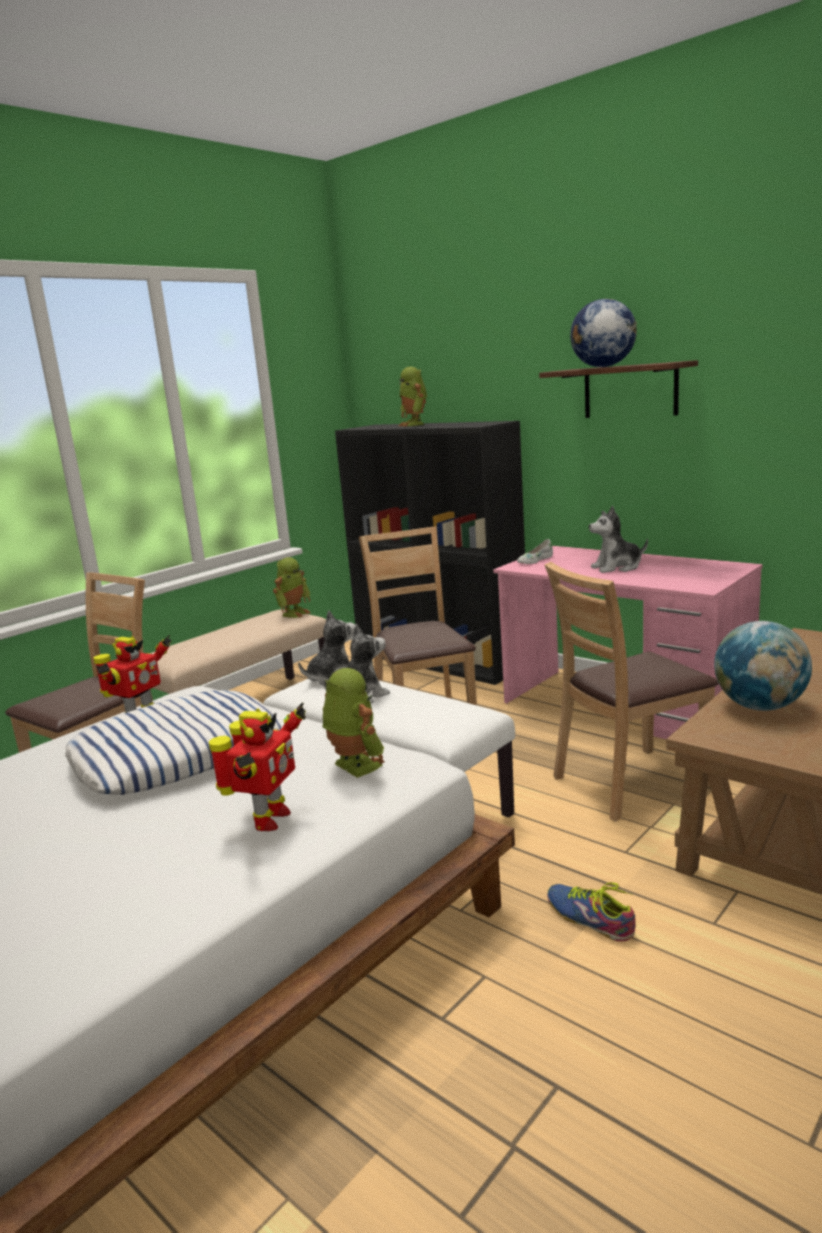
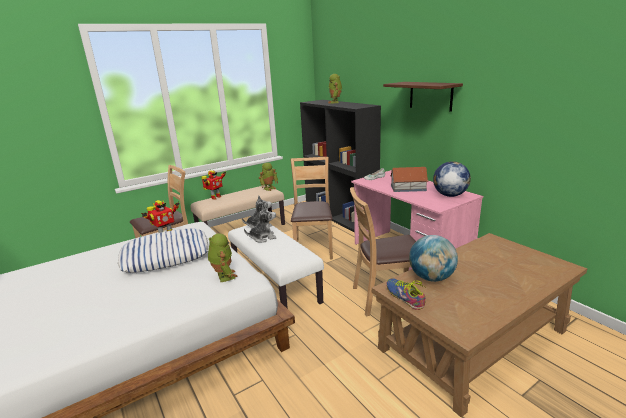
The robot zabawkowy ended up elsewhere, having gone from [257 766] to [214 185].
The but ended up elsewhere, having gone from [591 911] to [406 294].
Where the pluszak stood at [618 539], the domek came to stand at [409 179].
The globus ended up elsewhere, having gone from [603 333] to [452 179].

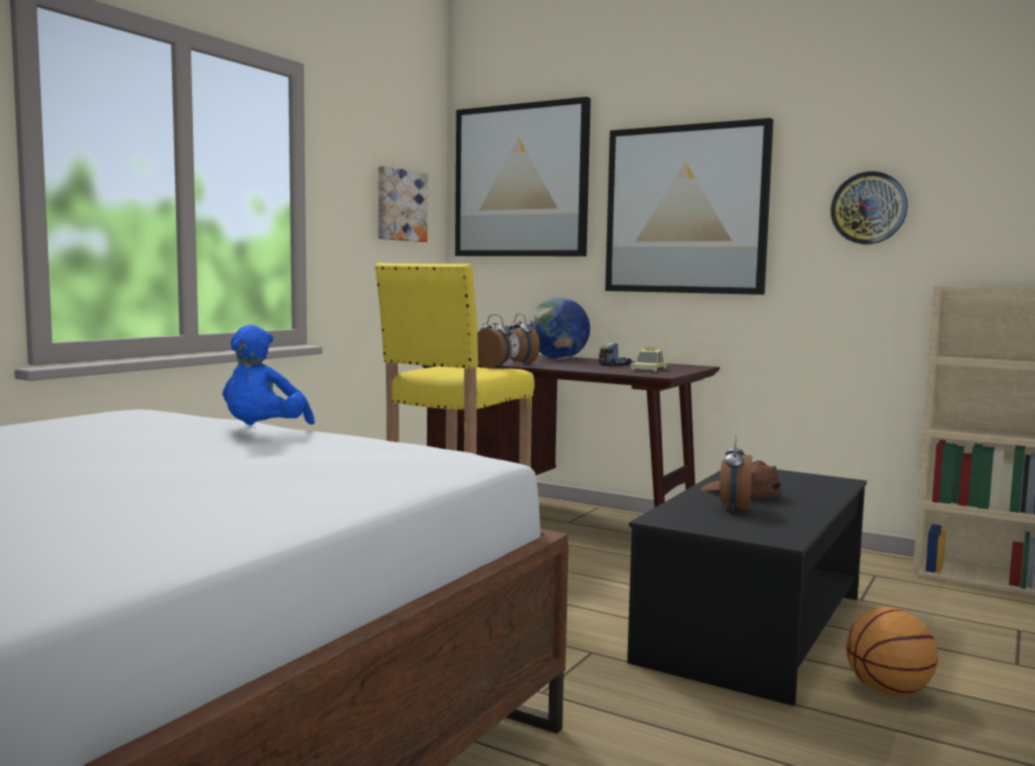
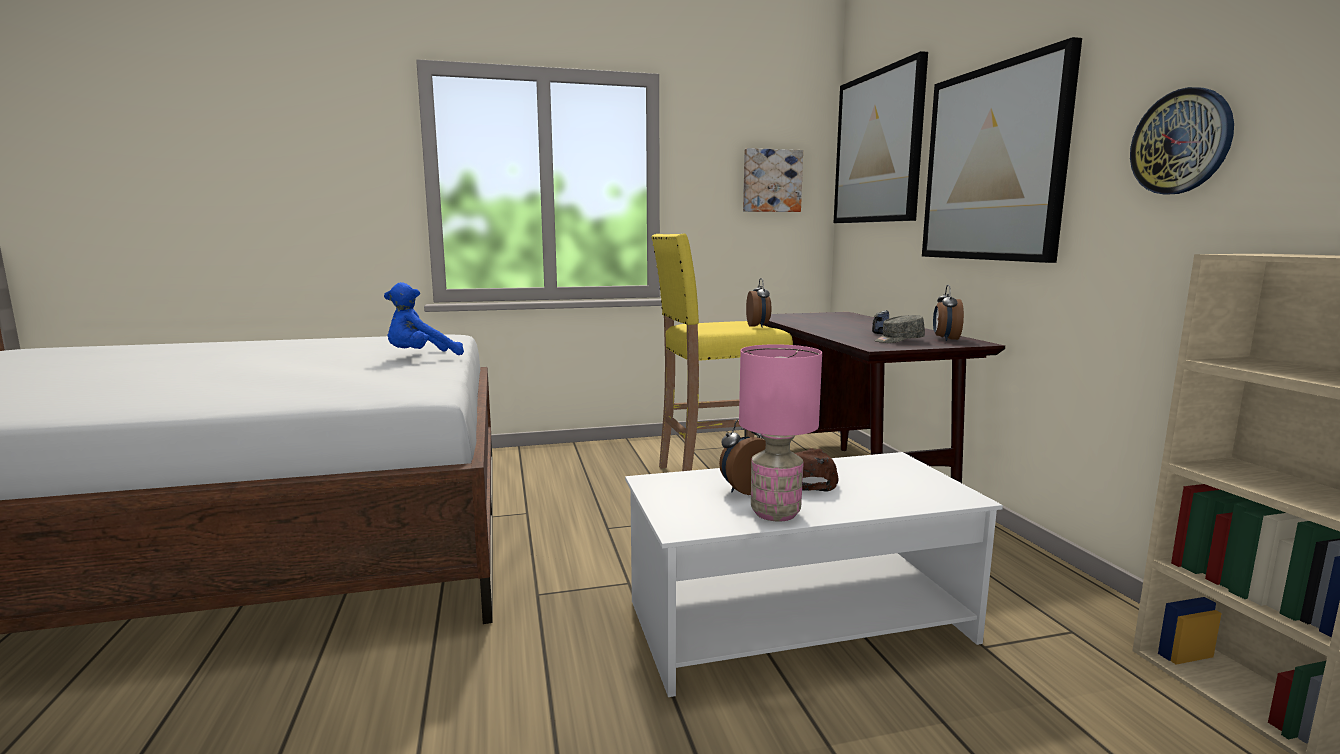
What was the ława/czarny at [747 587] turned into the ława/biały at [814 574].
The second view gained the lampa stołowa/różowy at [780 433].
Where the samochodzik stood at [649 359], the czapka z daszkiem/szary came to stand at [900 329].
The budzik ended up elsewhere, having gone from [523 339] to [948 313].
The second view lost the globus at [559 328].
The second view lost the piłka do koszykówki at [892 651].

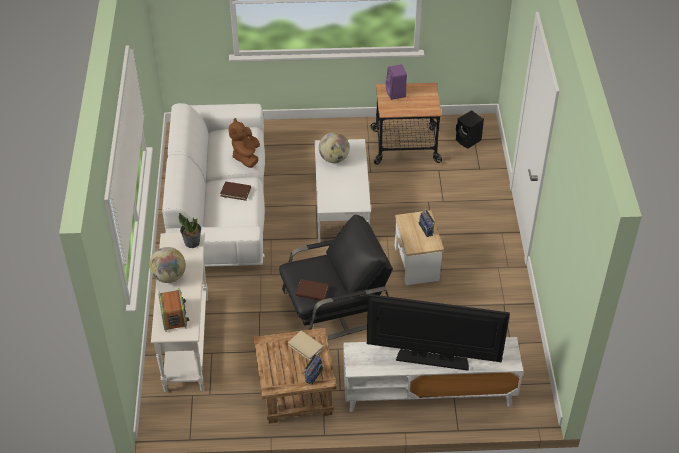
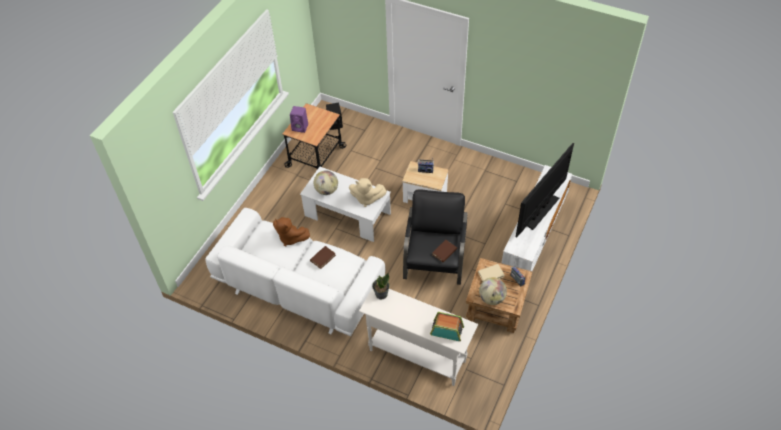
The second view gained the pluszak/beżowy at [368 192].
The globus ended up elsewhere, having gone from [167 265] to [493 291].

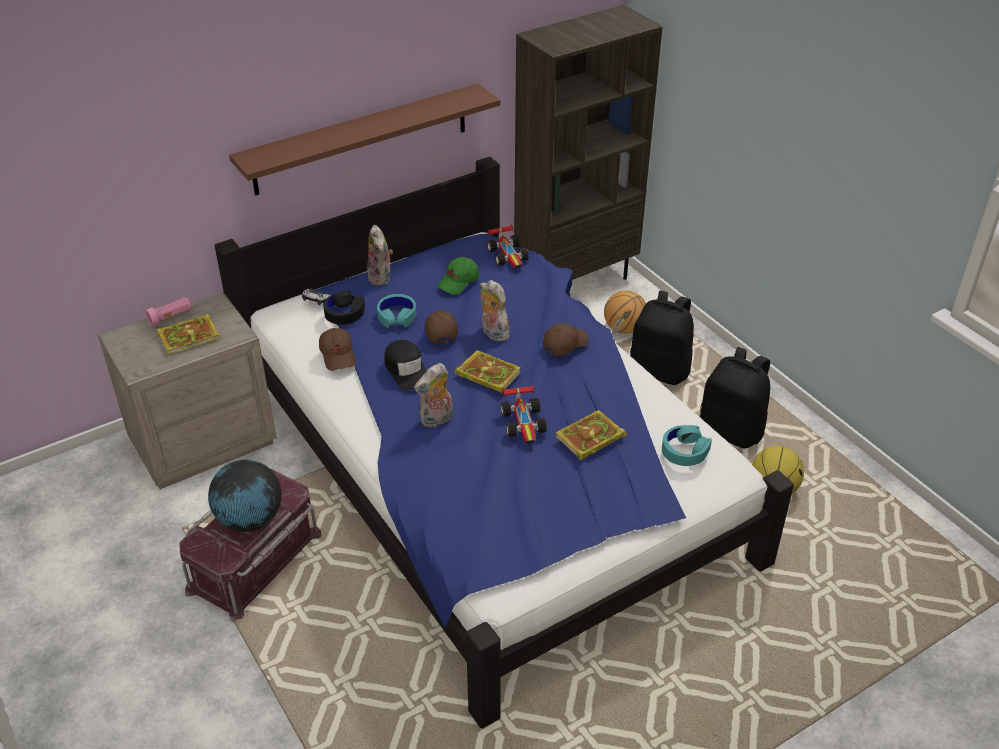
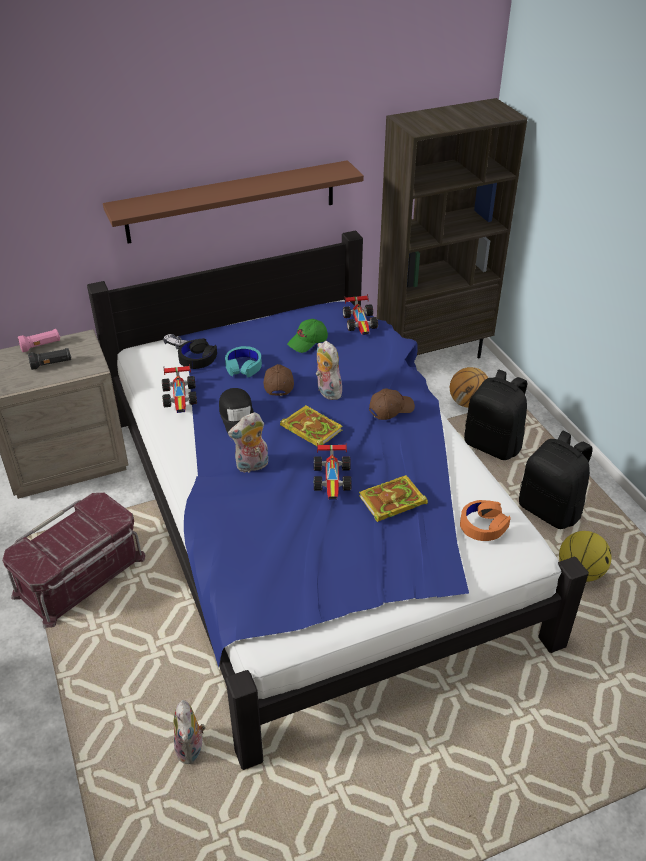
Where the książka stood at [188 334], the latarka/czarny came to stand at [49 359].
Where the czapka z daszkiem/brązowy stood at [337 349], the samochodzik came to stand at [179 388].
The pluszak ended up elsewhere, having gone from [380 255] to [190 732].
What was the słuchawki/turkusowy at [687 445] turned into the słuchawki/pomarańczowy at [485 520].
The second view lost the globus at [245 496].

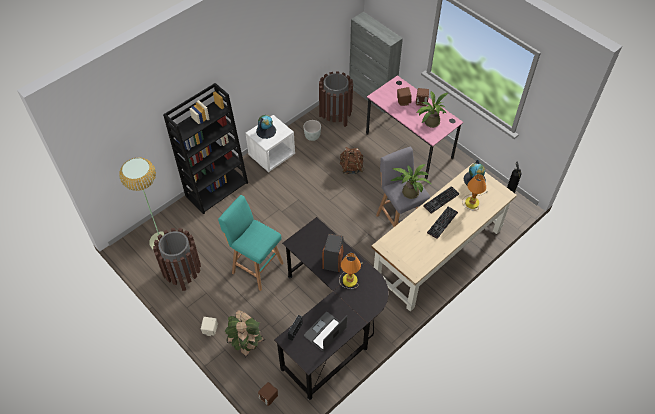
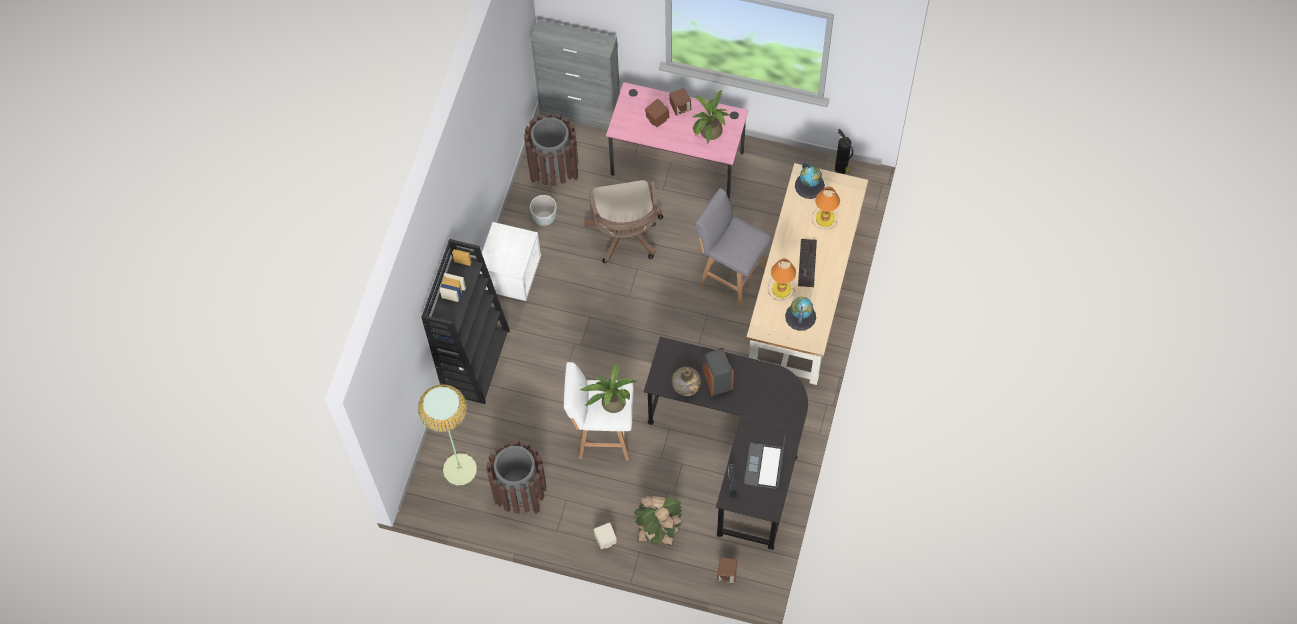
What was the stołek/turkusowy at [251 243] turned into the stołek/biały at [599 411].
The roślina doniczkowa ended up elsewhere, having gone from [411 181] to [608 388].
Where the plecak/brązowy stood at [352 160], the krzesło biurowe/brązowy came to stand at [623 221].
The second view gained the butelka/zielony at [686 381].
The lampa stołowa ended up elsewhere, having gone from [350 271] to [782 279].
The globus ended up elsewhere, having gone from [266 127] to [800 314].
The second view lost the klawiatura at [441 200].

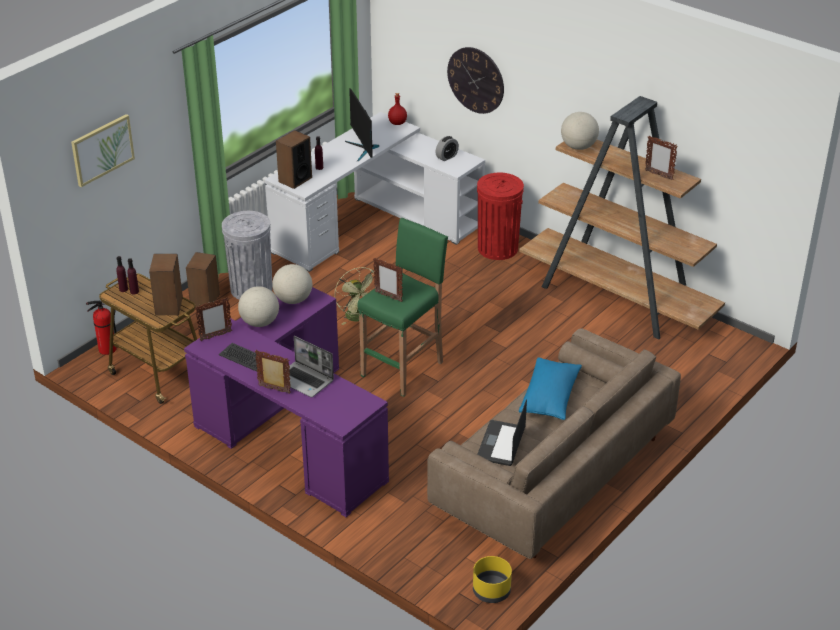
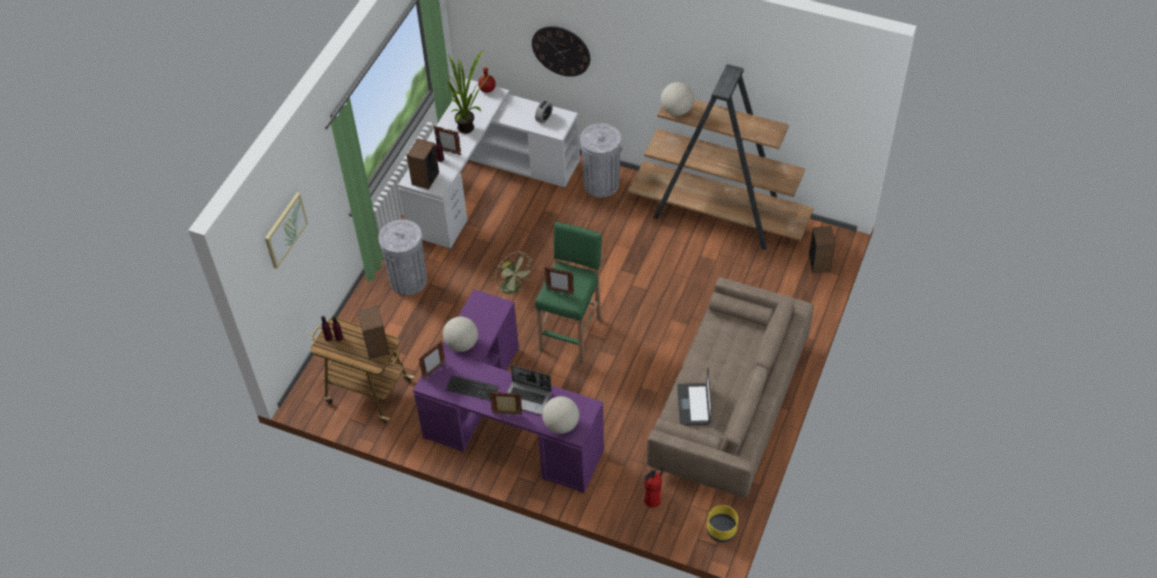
The ramka na zdjęcie ended up elsewhere, having gone from [661 158] to [447 140].
Where the monitor stood at [362 124], the roślina doniczkowa came to stand at [469 92].
The globus ended up elsewhere, having gone from [292 284] to [560 415].
What was the kosz na śmieci/czerwony at [500 216] turned into the kosz na śmieci/szary at [600 160].
The gaśnica ended up elsewhere, having gone from [101 328] to [653 487].
The głośnik ended up elsewhere, having gone from [203 280] to [822 249].
The second view lost the poduszka/niebieski at [550 389].

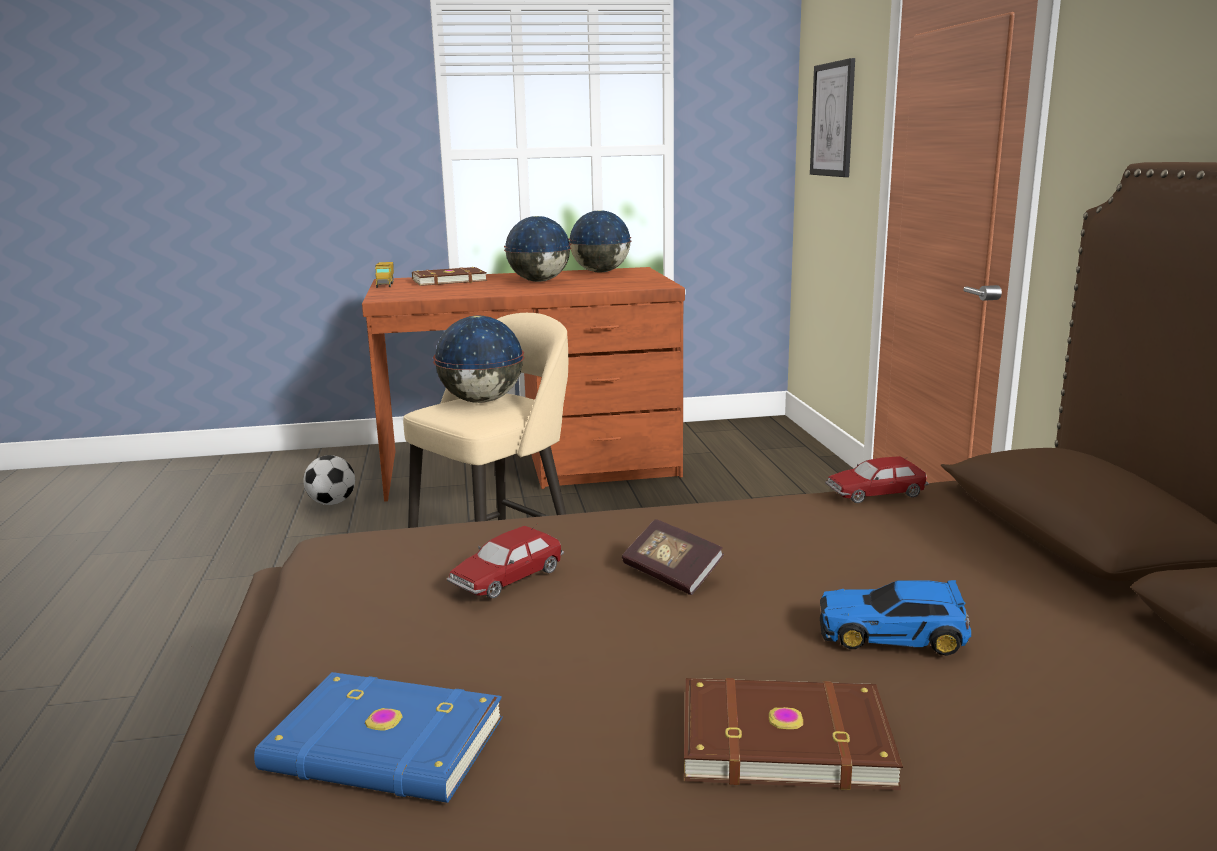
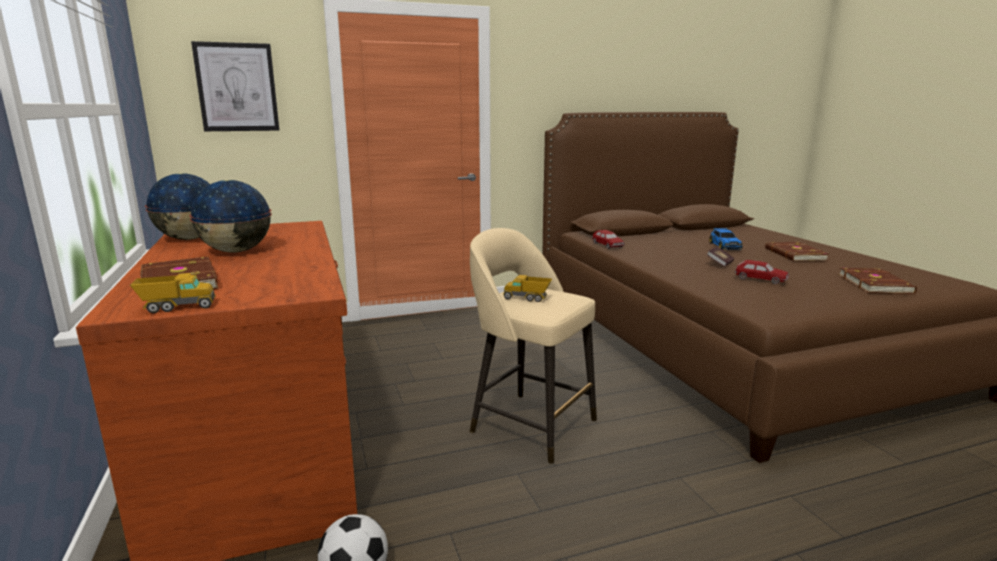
Where the globus stood at [478 359], the ciężarówka zabawkowa came to stand at [527 288].
What was the książka/niebieski at [378 737] turned into the książka/brązowy at [877 281].

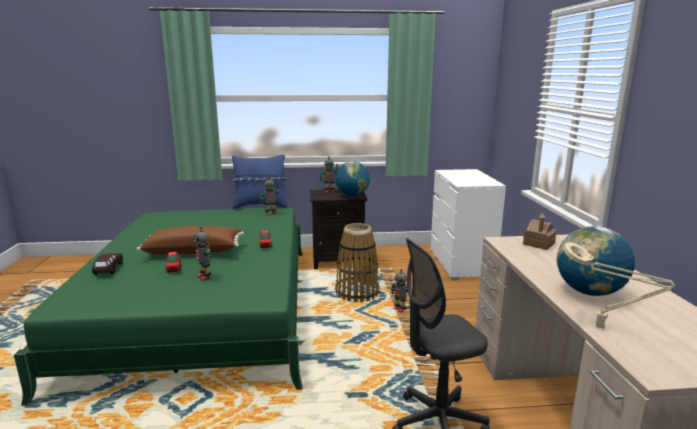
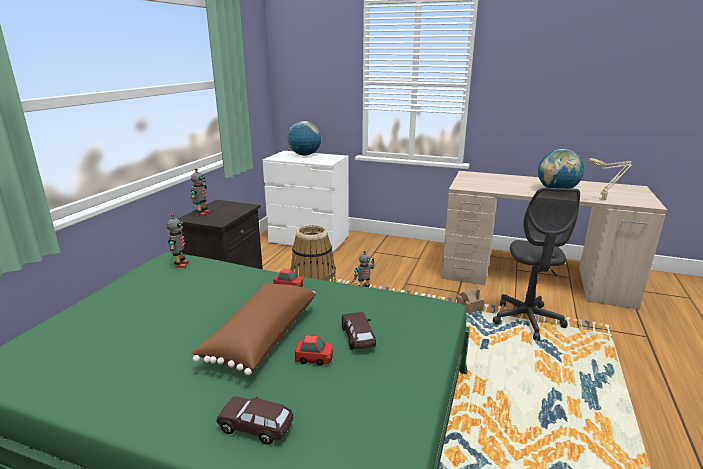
The globus ended up elsewhere, having gone from [352 178] to [304 138].
Where the robot zabawkowy stood at [202 254], the samochodzik/brązowy came to stand at [359 331].
The domek ended up elsewhere, having gone from [539 231] to [470 299].
The second view lost the poduszka/niebieski at [259 181].

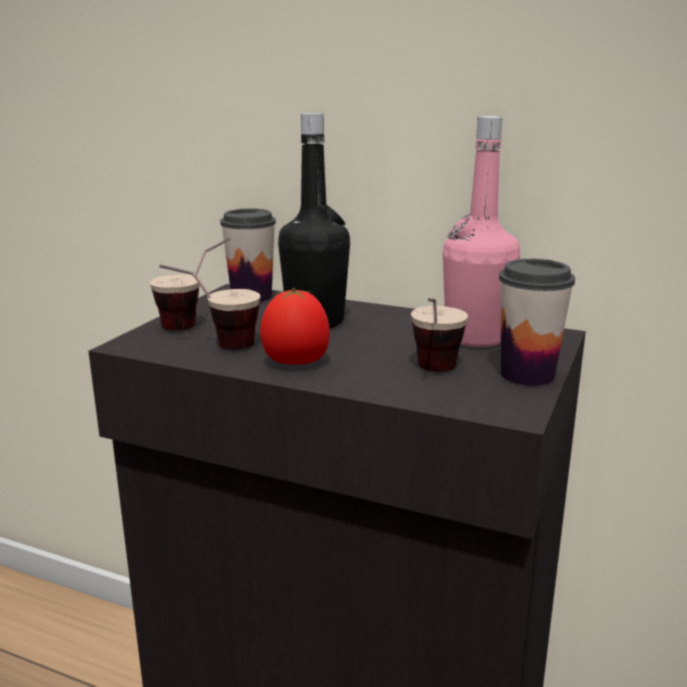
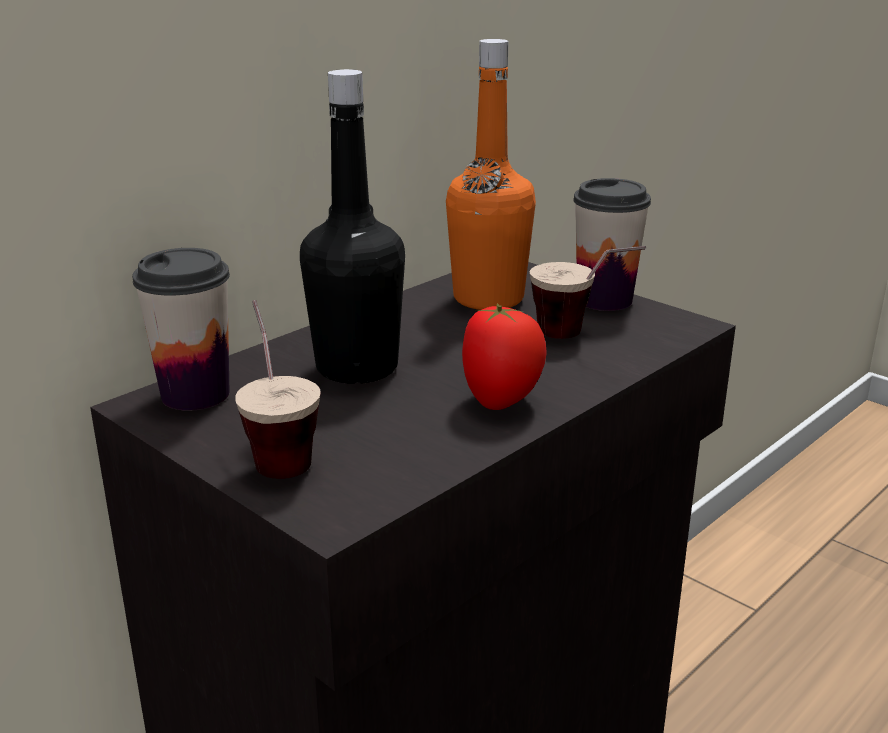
What was the butelka/różowy at [481 231] turned into the butelka/pomarańczowy at [491 174].
The second view lost the filiżanka at [209 307].

